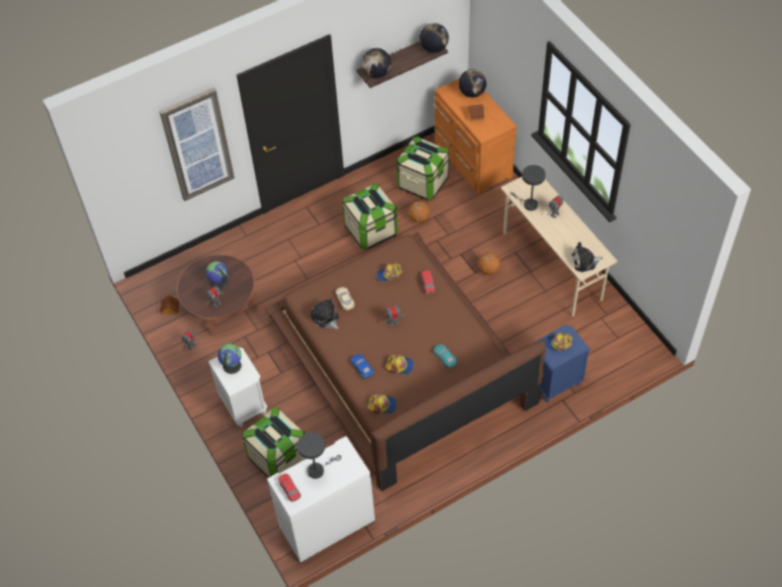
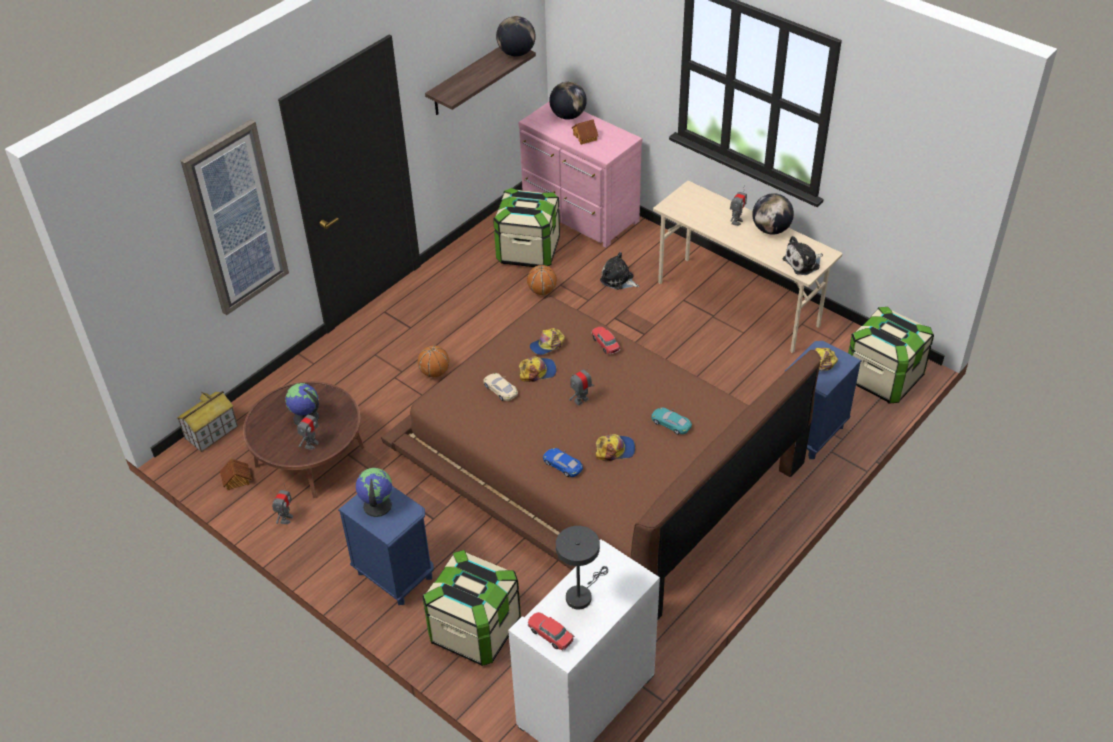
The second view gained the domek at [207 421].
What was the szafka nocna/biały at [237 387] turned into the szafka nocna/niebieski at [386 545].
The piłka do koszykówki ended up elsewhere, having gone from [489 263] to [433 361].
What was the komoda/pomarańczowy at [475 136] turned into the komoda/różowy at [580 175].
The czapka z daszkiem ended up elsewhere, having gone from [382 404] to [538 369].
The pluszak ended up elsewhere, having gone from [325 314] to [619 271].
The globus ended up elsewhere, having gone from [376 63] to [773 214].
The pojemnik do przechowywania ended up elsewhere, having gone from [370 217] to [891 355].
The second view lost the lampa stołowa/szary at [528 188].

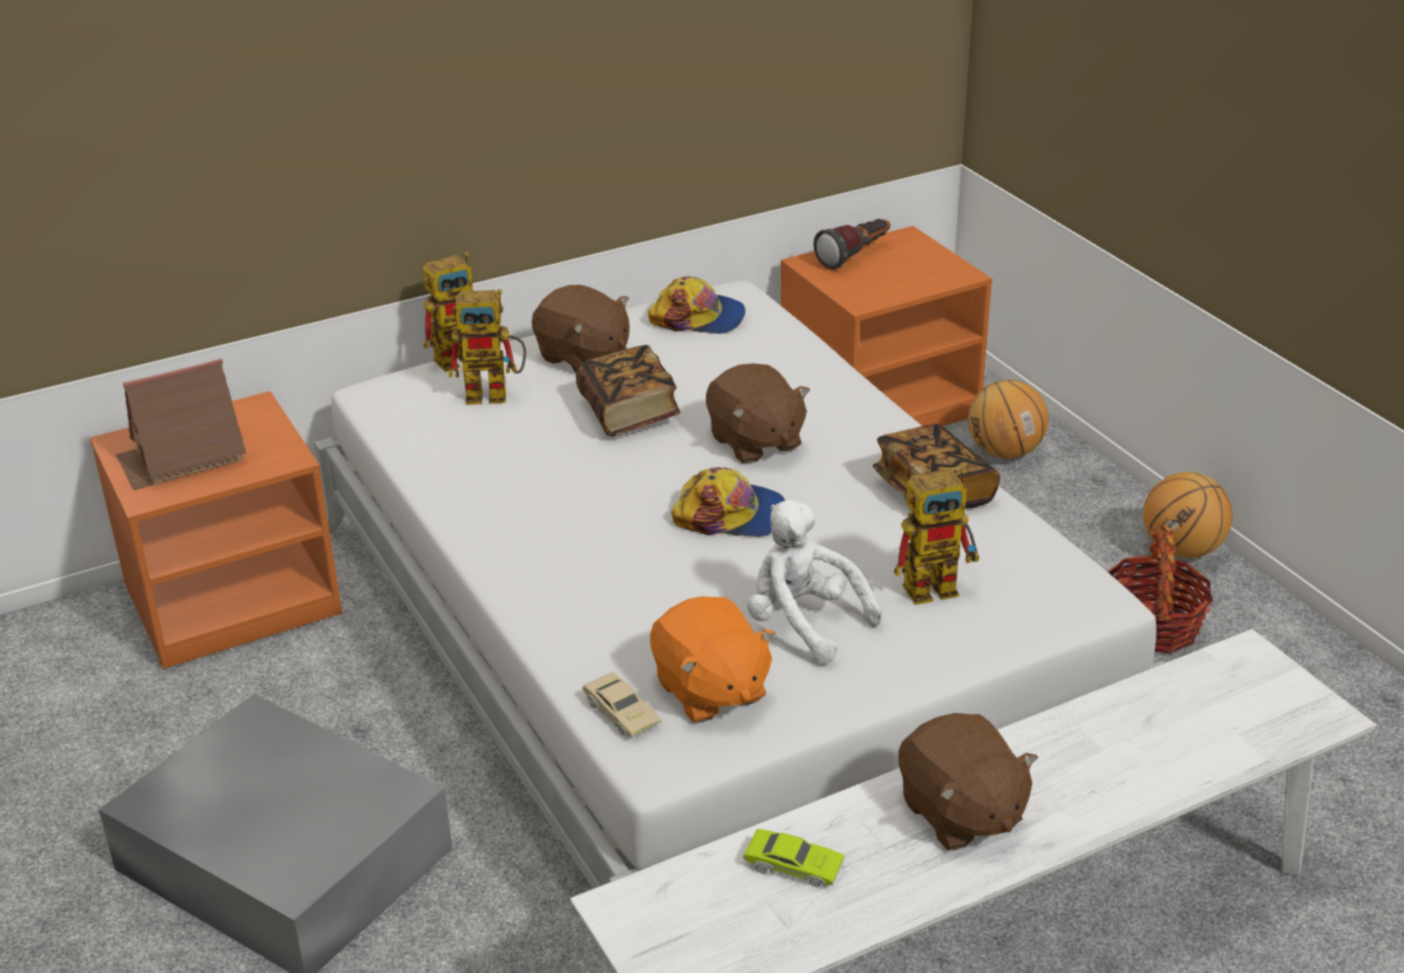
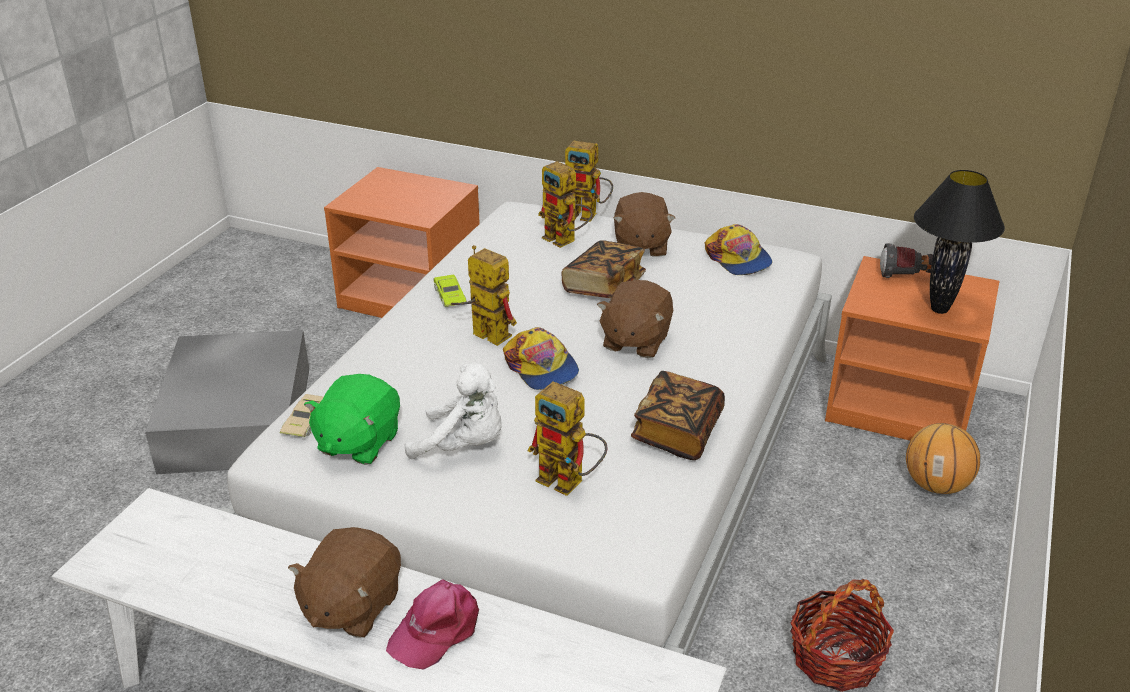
What was the pluszak/pomarańczowy at [713 659] turned into the pluszak/zielony at [352 419].
The second view gained the czapka z daszkiem/różowy at [432 624].
The pluszak/biały at [814 581] ended up facing another way, 105 degrees clockwise from before.
The samochodzik/zielony ended up elsewhere, having gone from [794 858] to [450 290].
The second view gained the robot zabawkowy at [484 295].
The second view gained the lampa stołowa/czarny at [959 242].
The second view lost the domek at [181 424].
The second view lost the piłka do koszykówki at [1188 515].

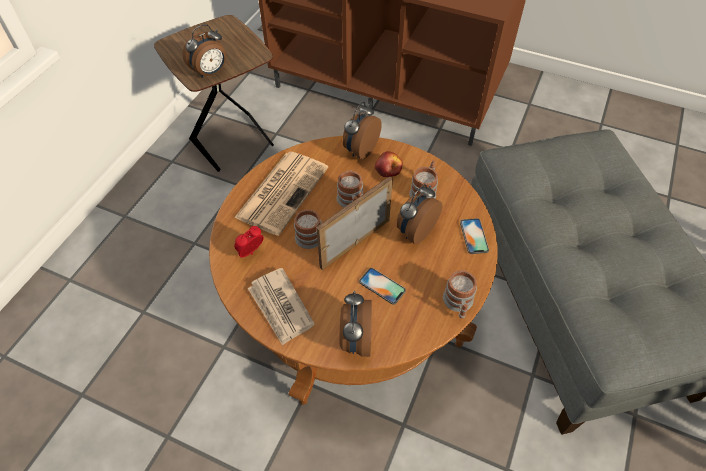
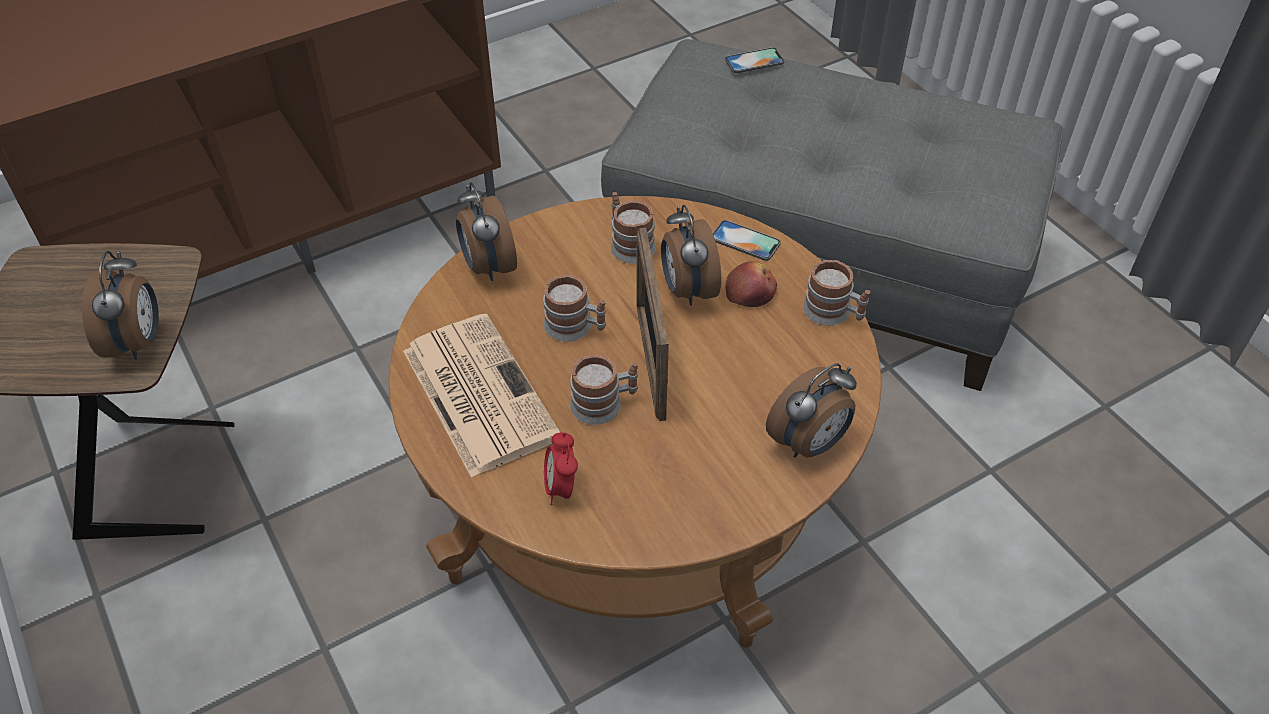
The telefon ended up elsewhere, having gone from [382 286] to [755 60].
The jabłko ended up elsewhere, having gone from [389 164] to [751 284].
The budzik at [356 324] ended up facing another way, 75 degrees counterclockwise from before.
The second view lost the gazeta at [281 307].

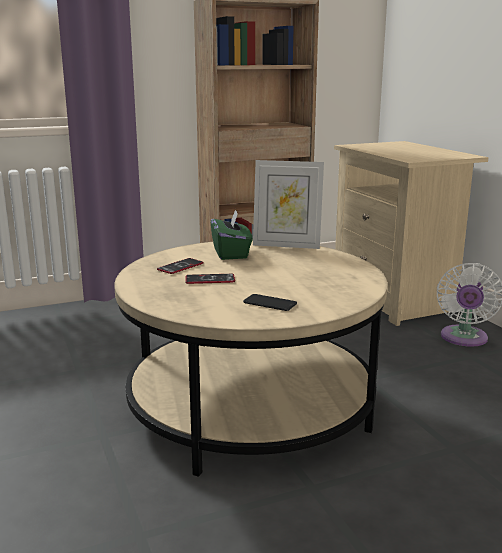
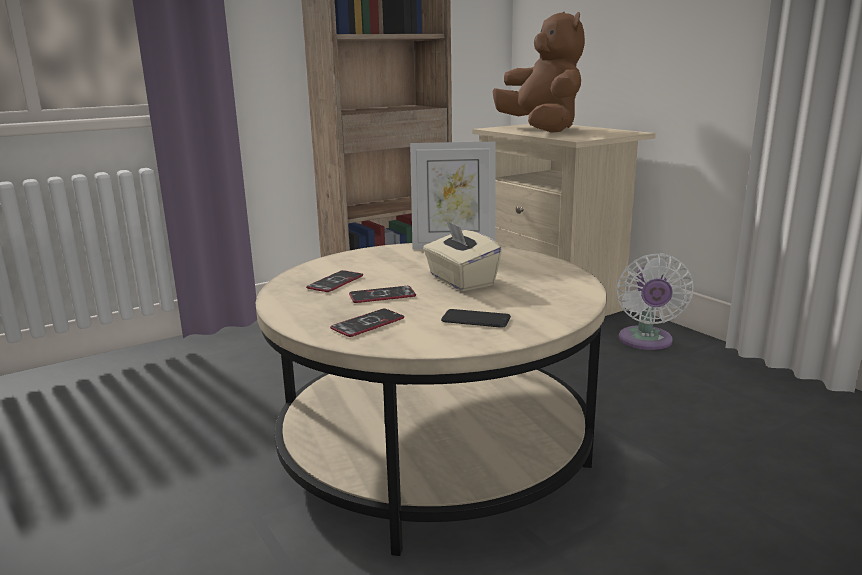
The second view gained the telefon at [367 322].
The second view gained the pudełko chusteczek/beżowy at [462 255].
The second view gained the pluszak/brązowy at [539 72].
The second view lost the pudełko chusteczek/zielony at [232 234].

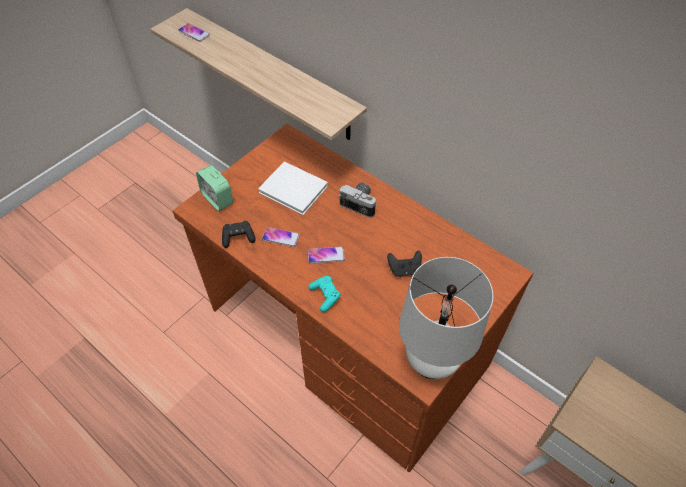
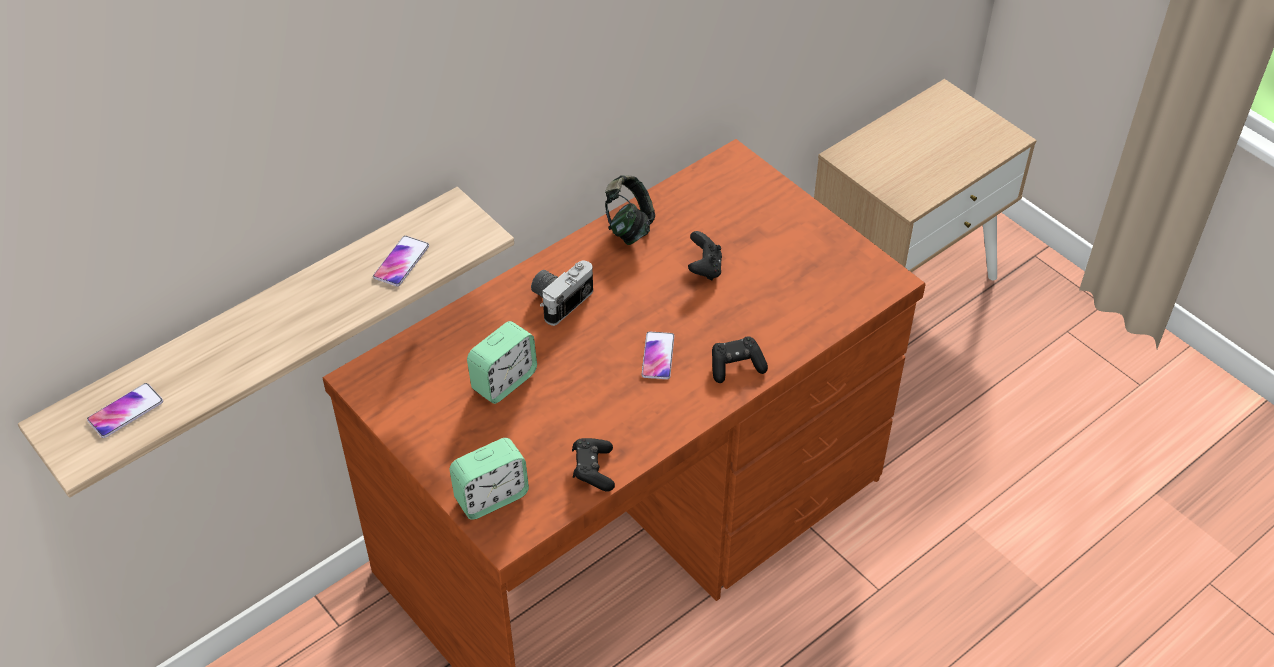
The telefon ended up elsewhere, having gone from [281 237] to [401 261].
Where the książka/biały stood at [293 188], the budzik came to stand at [502 362].
The second view gained the słuchawki at [630 210].
What was the pad do gier/turkusowy at [324 294] turned into the pad do gier/czarny at [740 359].
The second view lost the lampa stołowa/biały at [446 318].

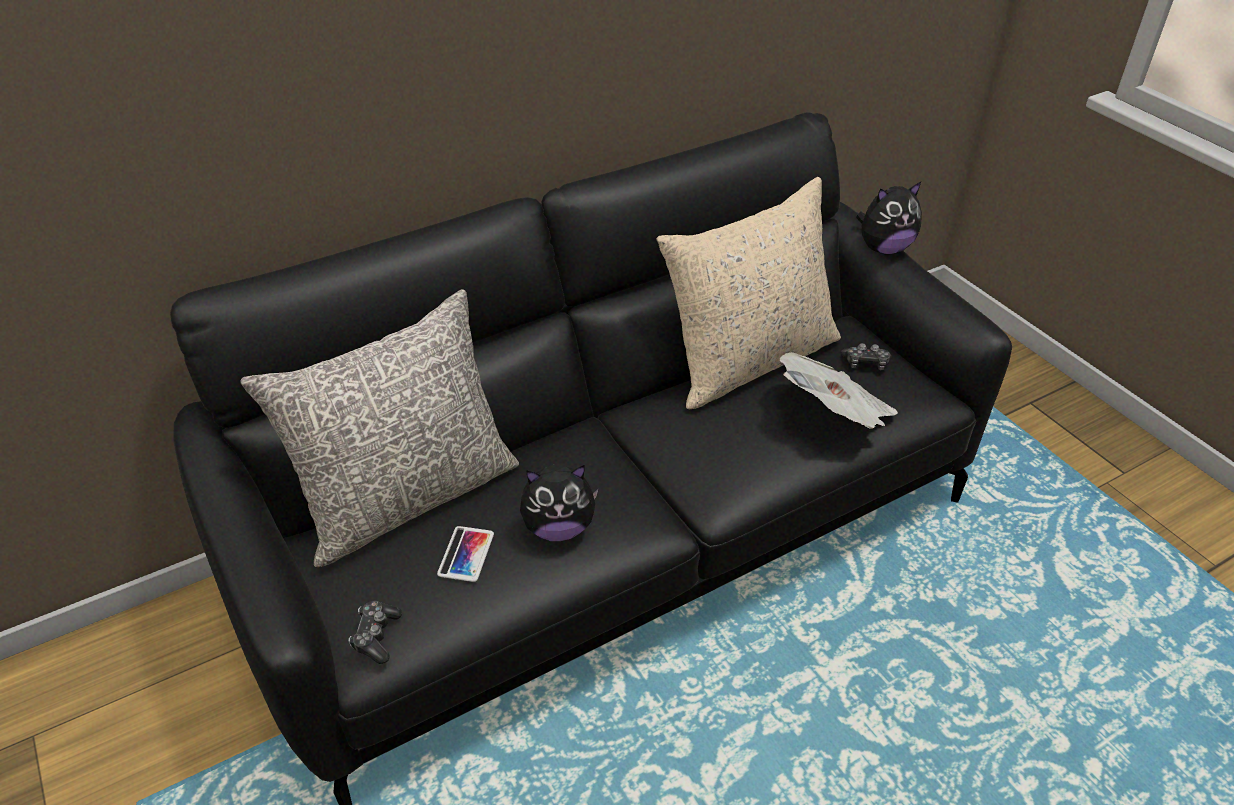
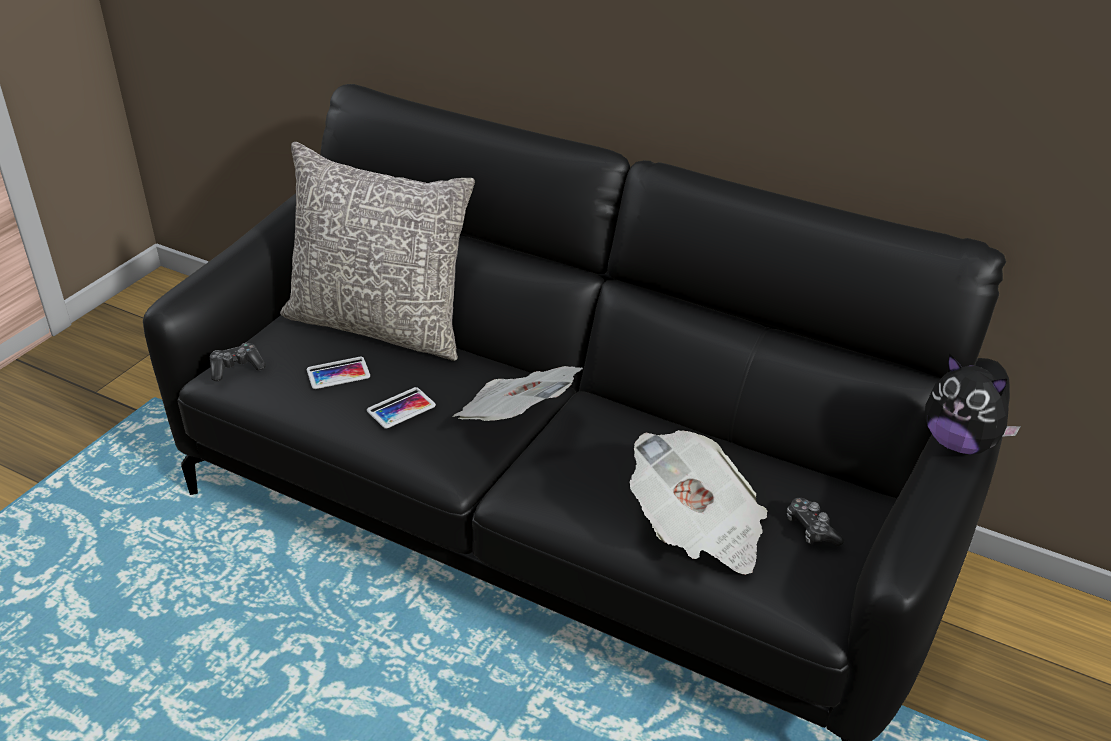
Where the pluszak stood at [559 503], the telefon came to stand at [401 408].
The second view gained the gazeta at [517 393].
The second view lost the poduszka/beżowy at [748 293].

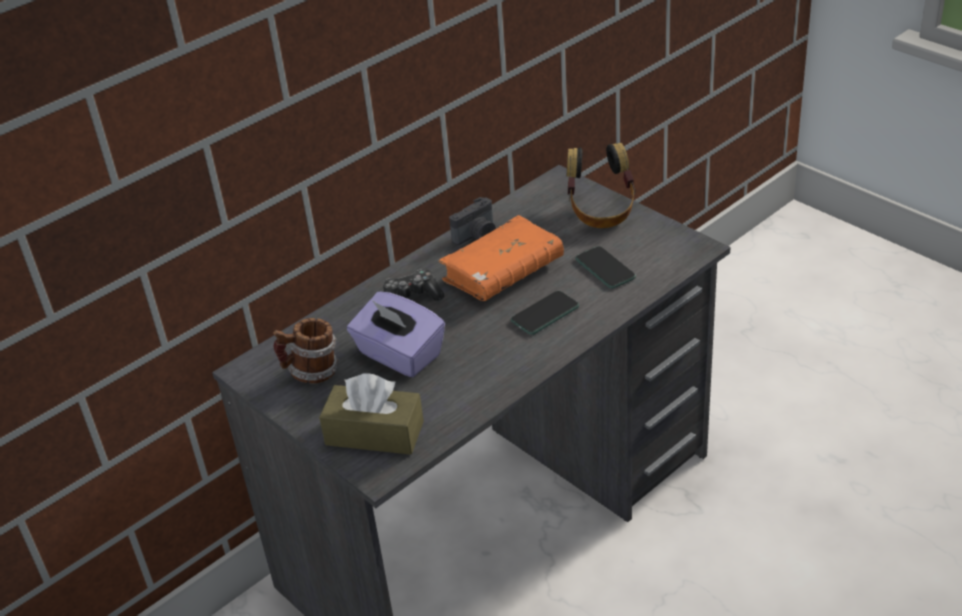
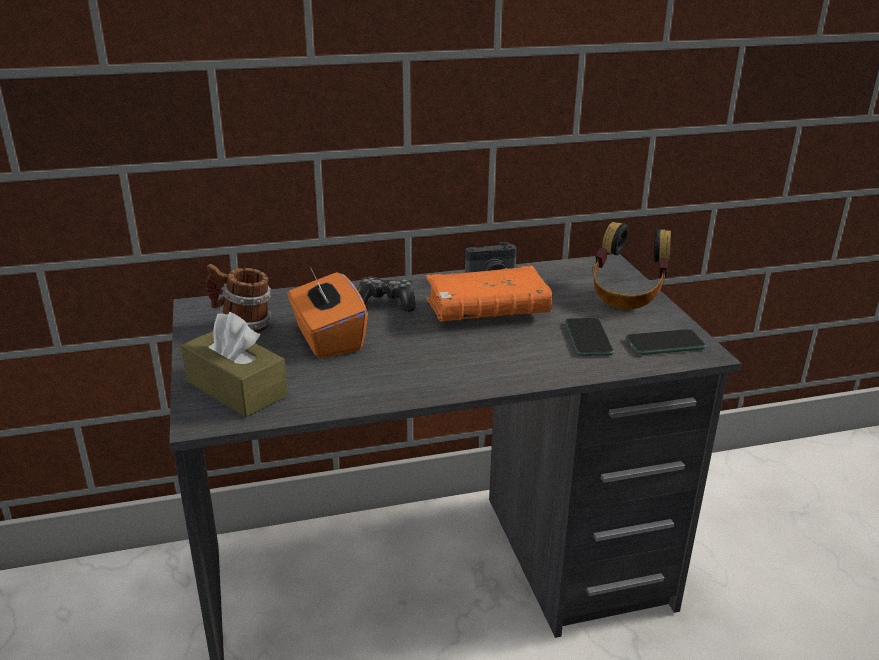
What was the pudełko chusteczek/fioletowy at [396 334] turned into the pudełko chusteczek/pomarańczowy at [327 312].
The telefon ended up elsewhere, having gone from [545 313] to [666 342].

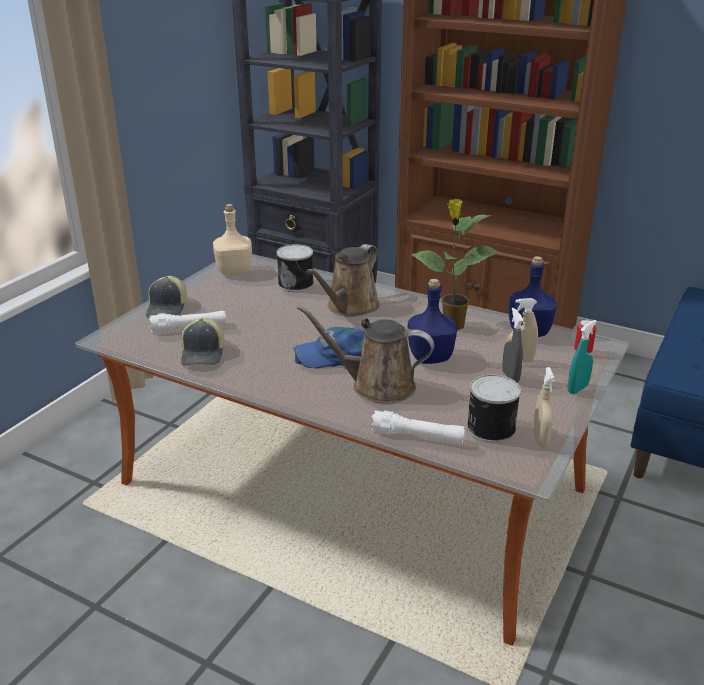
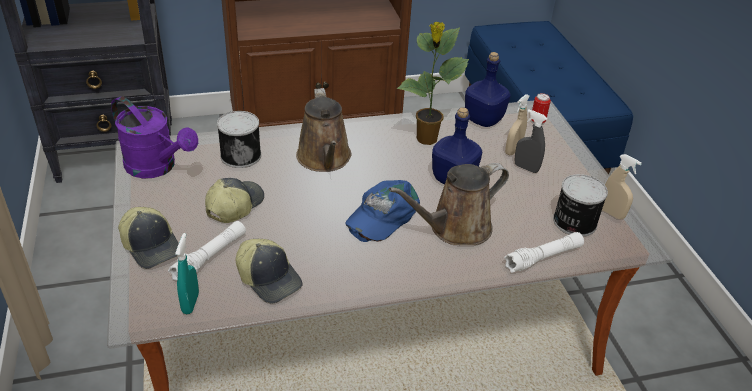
Where the butelka/beżowy stood at [232 239], the konewka/fioletowy came to stand at [154 137].
The spryskiwacz/turkusowy ended up elsewhere, having gone from [582 357] to [187 273].
The second view gained the czapka z daszkiem at [234 200].

